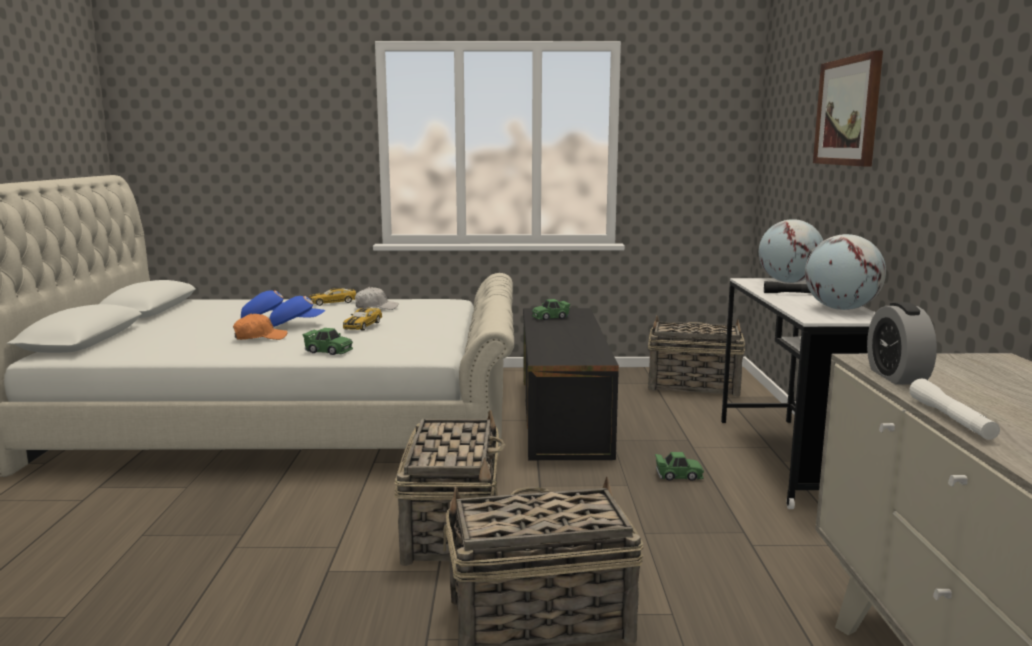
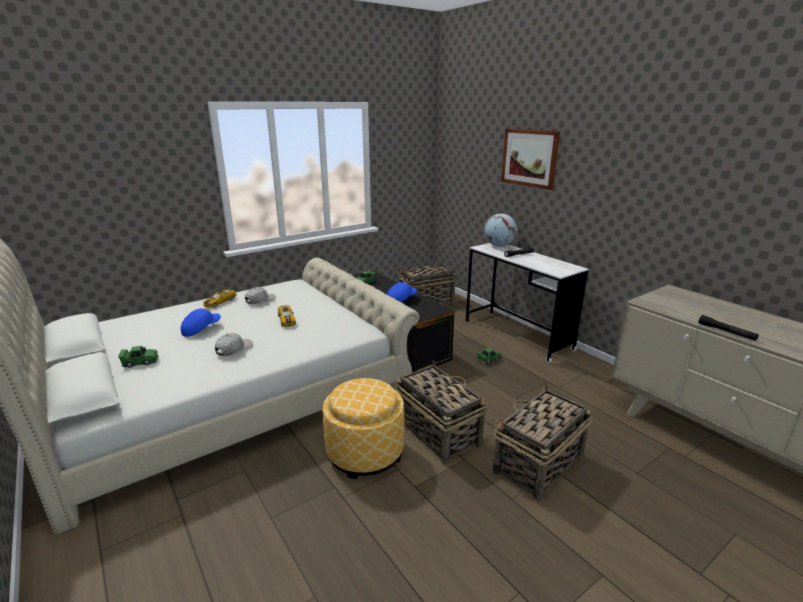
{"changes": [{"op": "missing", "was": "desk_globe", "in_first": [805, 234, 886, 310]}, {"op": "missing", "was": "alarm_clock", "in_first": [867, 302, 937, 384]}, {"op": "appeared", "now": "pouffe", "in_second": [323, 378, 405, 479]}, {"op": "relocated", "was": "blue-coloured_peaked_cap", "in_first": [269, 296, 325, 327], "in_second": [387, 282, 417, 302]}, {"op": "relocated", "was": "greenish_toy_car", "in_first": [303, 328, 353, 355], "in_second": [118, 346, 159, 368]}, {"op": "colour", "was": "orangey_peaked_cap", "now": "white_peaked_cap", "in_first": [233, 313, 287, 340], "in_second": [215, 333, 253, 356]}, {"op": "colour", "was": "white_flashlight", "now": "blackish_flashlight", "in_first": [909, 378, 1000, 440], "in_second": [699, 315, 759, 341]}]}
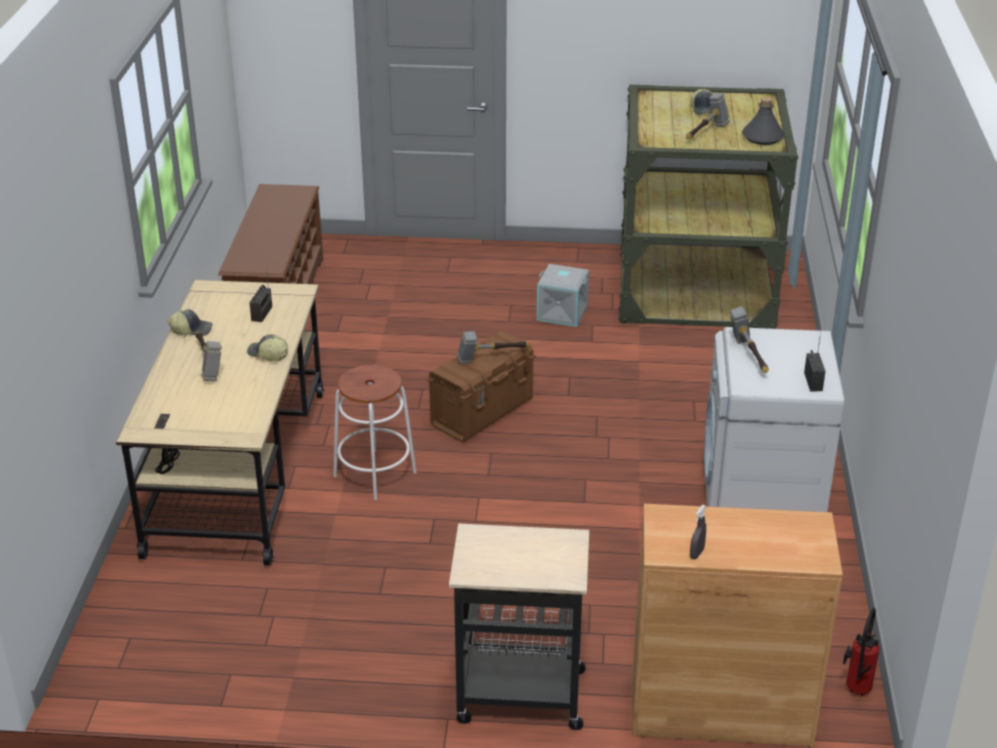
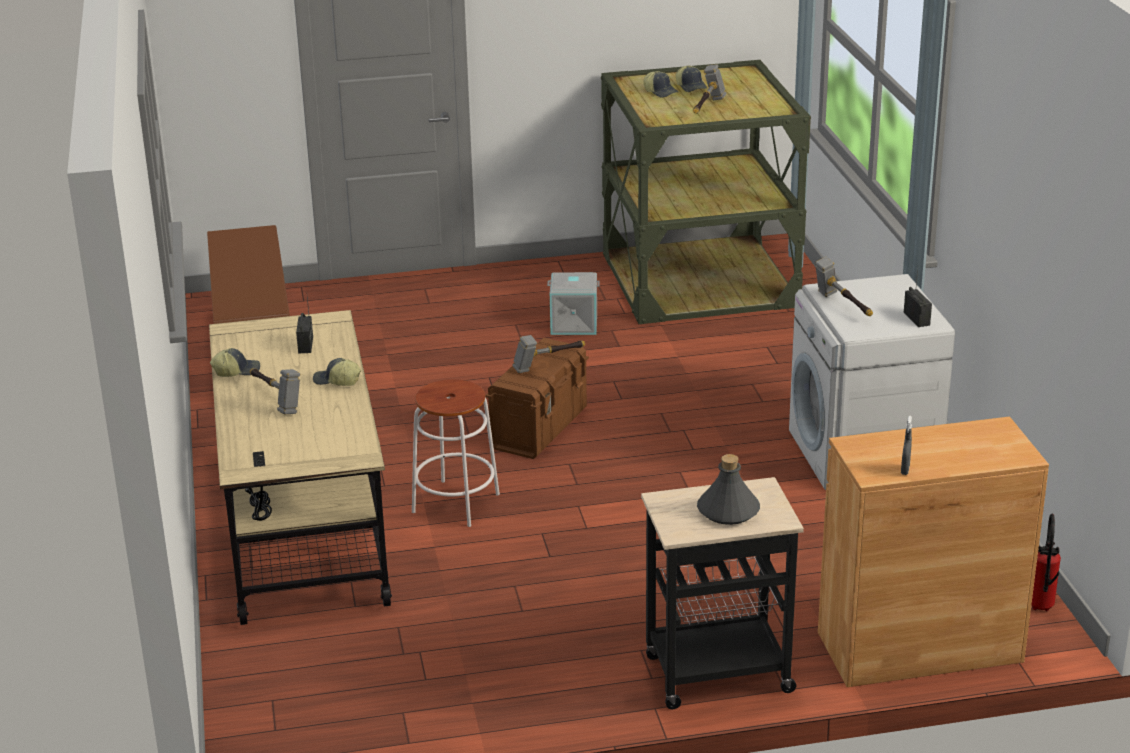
{"changes": [{"op": "appeared", "now": "peaked_cap", "in_second": [643, 71, 678, 98]}, {"op": "relocated", "was": "grey_beverage_bottle", "in_first": [742, 97, 785, 145], "in_second": [697, 454, 760, 525]}]}
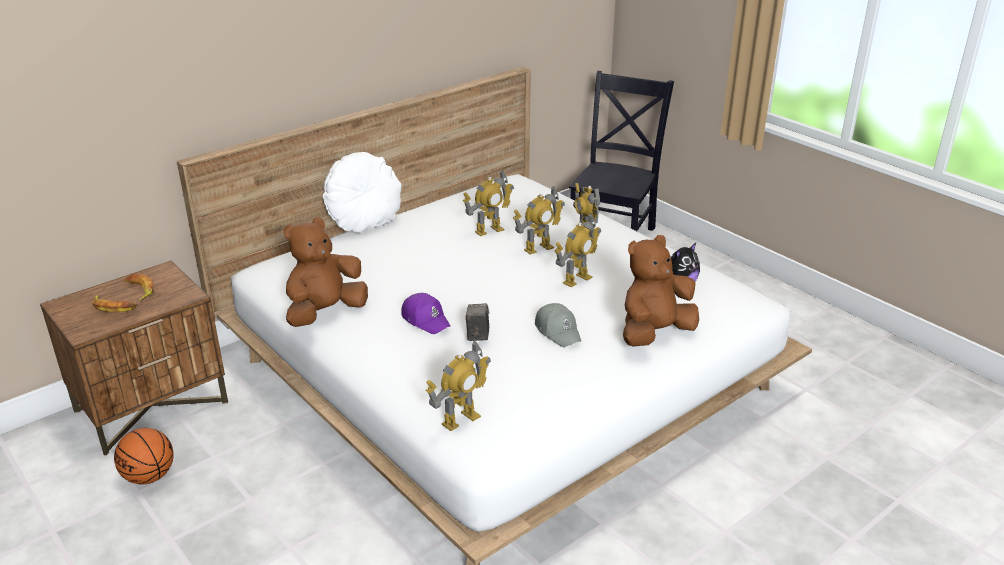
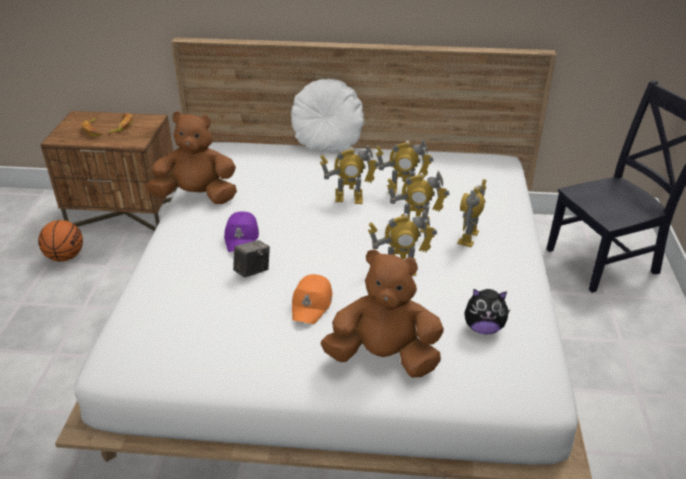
{"changes": [{"op": "relocated", "was": "model_robot", "in_first": [425, 341, 491, 431], "in_second": [320, 145, 379, 204]}, {"op": "colour", "was": "grey_peaked_cap", "now": "orangey_peaked_cap", "in_first": [535, 303, 581, 347], "in_second": [292, 274, 332, 324]}]}
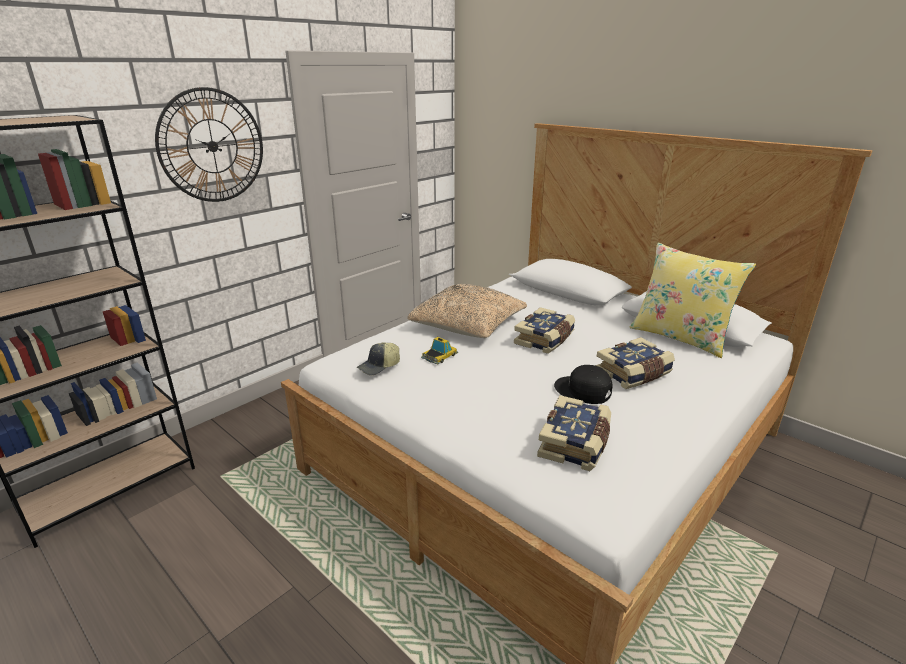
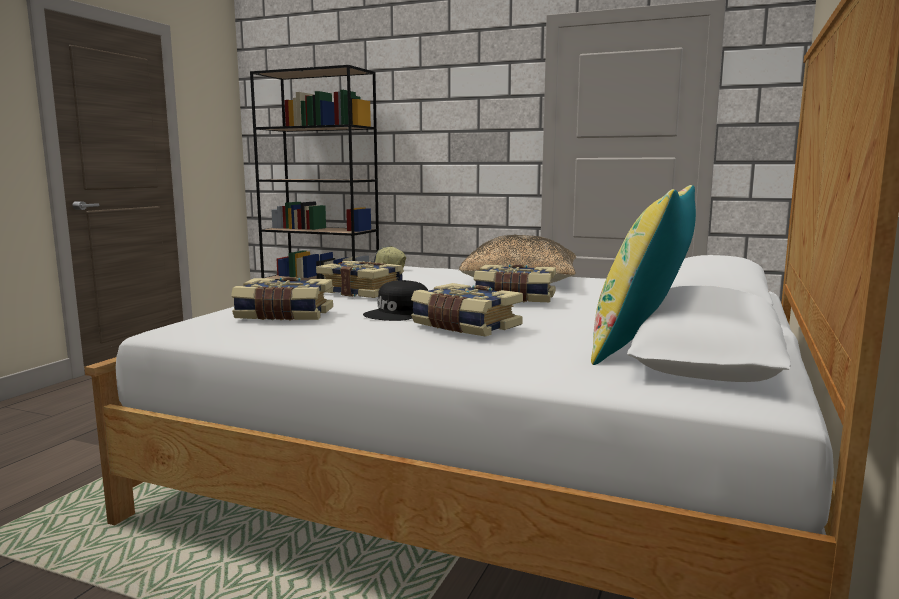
{"changes": [{"op": "missing", "was": "wall_clock", "in_first": [155, 87, 263, 202]}, {"op": "missing", "was": "toy_car", "in_first": [421, 337, 458, 365]}, {"op": "appeared", "now": "volume", "in_second": [316, 261, 404, 298]}, {"op": "spun", "was": "blackish_peaked_cap", "in_first": [554, 365, 613, 404], "in_second": [363, 280, 429, 321], "clockwise": -150}]}
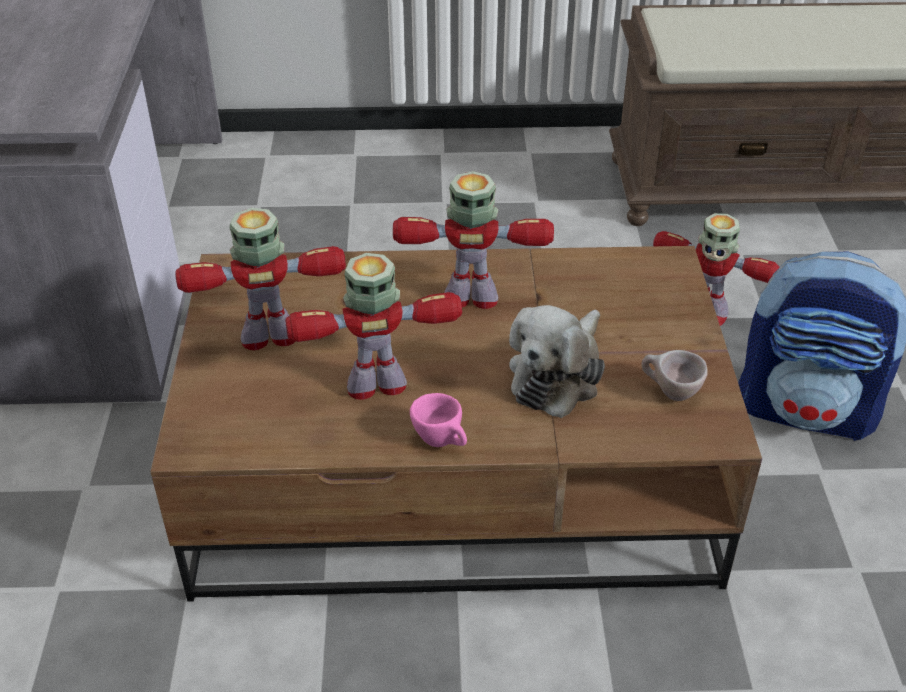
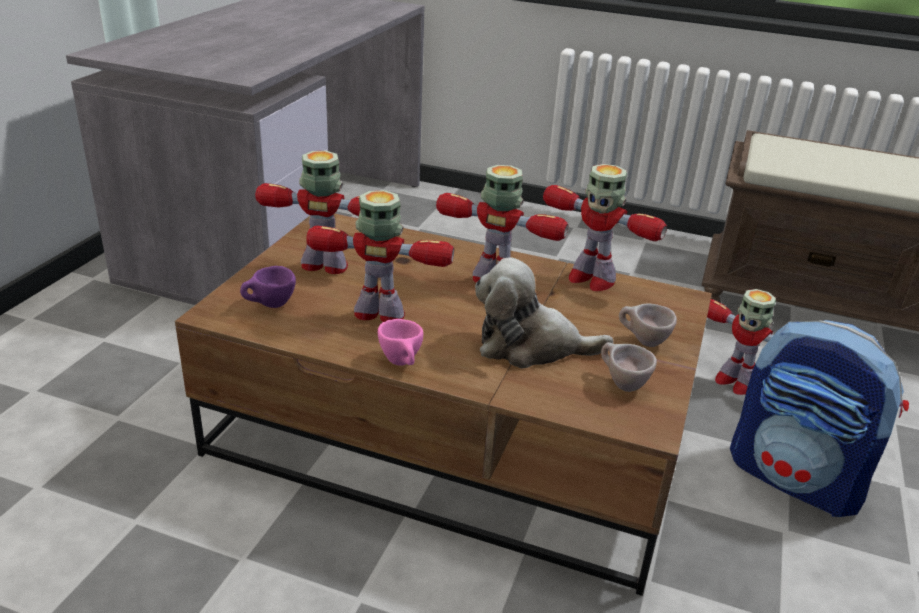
{"changes": [{"op": "appeared", "now": "purplish_small_cup", "in_second": [240, 266, 296, 308]}, {"op": "appeared", "now": "model_robot", "in_second": [543, 164, 667, 291]}, {"op": "appeared", "now": "sand-coloured_small_cup", "in_second": [619, 303, 677, 347]}, {"op": "spun", "was": "cuddly_toy", "in_first": [509, 305, 605, 418], "in_second": [475, 257, 613, 368], "clockwise": 45}]}
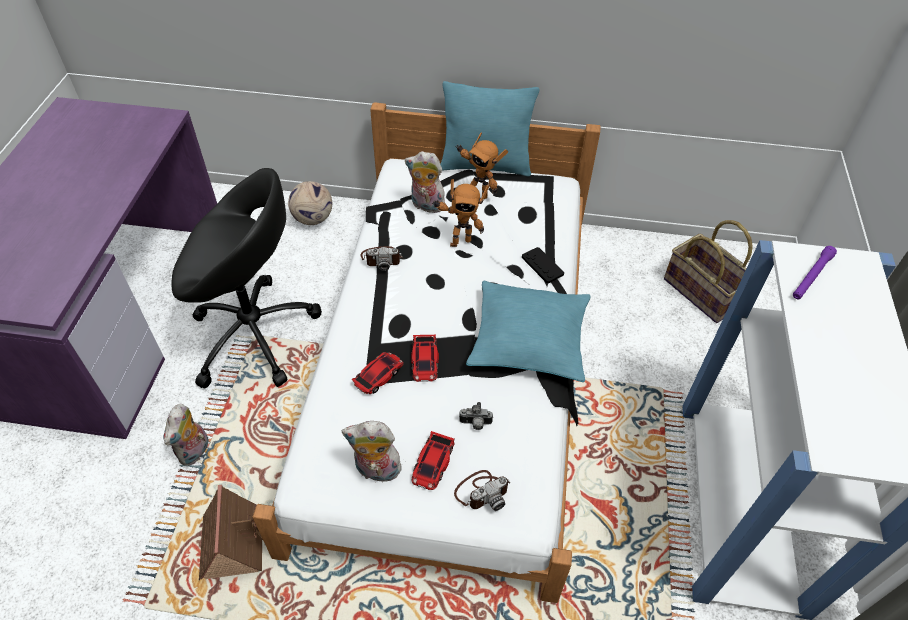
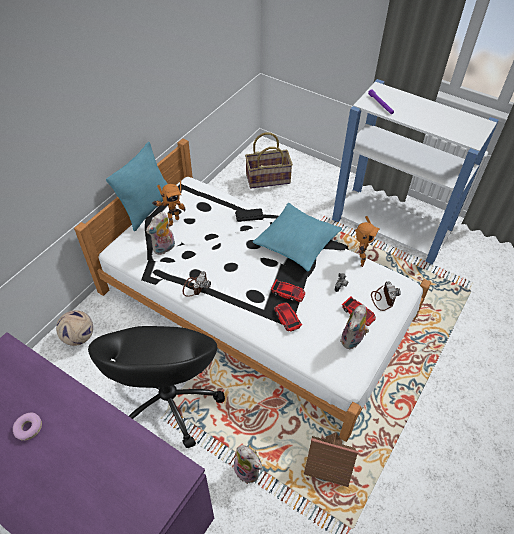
{"changes": [{"op": "appeared", "now": "donut", "in_second": [13, 412, 42, 441]}, {"op": "relocated", "was": "model_robot", "in_first": [432, 179, 489, 247], "in_second": [355, 216, 379, 267]}, {"op": "spun", "was": "blackish_computer_chair", "in_first": [171, 168, 322, 388], "in_second": [88, 326, 225, 448], "clockwise": 150}]}
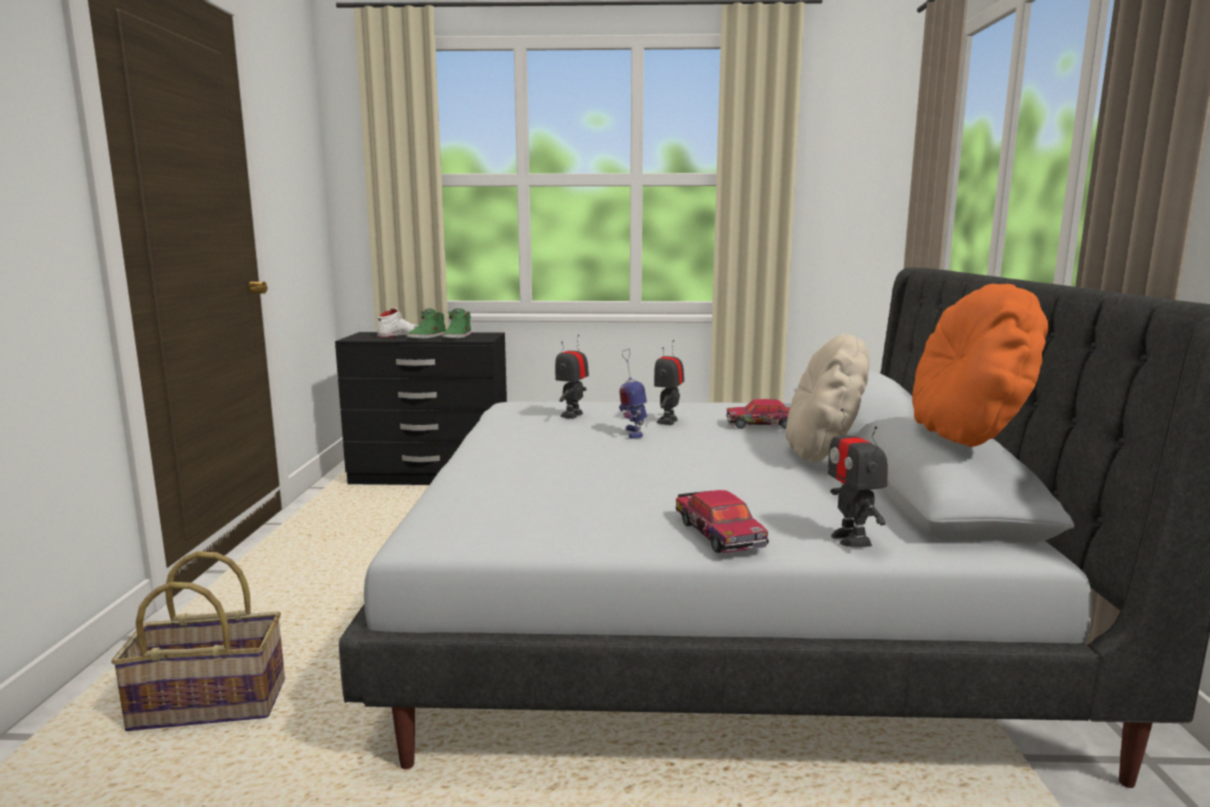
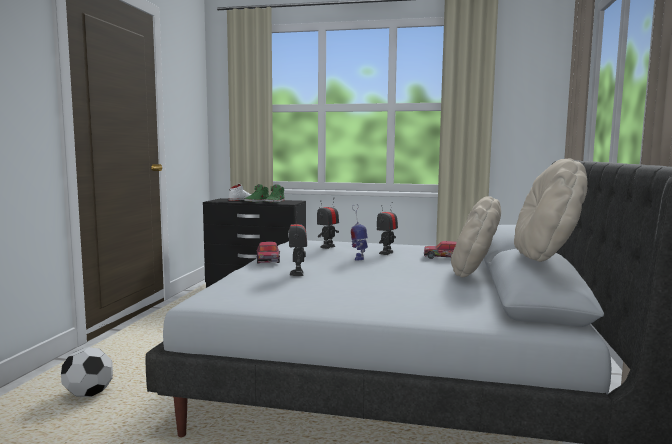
{"changes": [{"op": "relocated", "was": "toy_car", "in_first": [676, 490, 769, 553], "in_second": [257, 242, 280, 263]}, {"op": "relocated", "was": "model_robot", "in_first": [828, 409, 888, 547], "in_second": [288, 212, 307, 276]}, {"op": "exchanged", "was": "storage_basket", "now": "ball_for_football", "in_first": [111, 551, 285, 731], "in_second": [61, 347, 113, 397]}, {"op": "colour", "was": "orangey_cushion", "now": "sand-coloured_cushion", "in_first": [912, 284, 1048, 447], "in_second": [514, 158, 587, 262]}]}
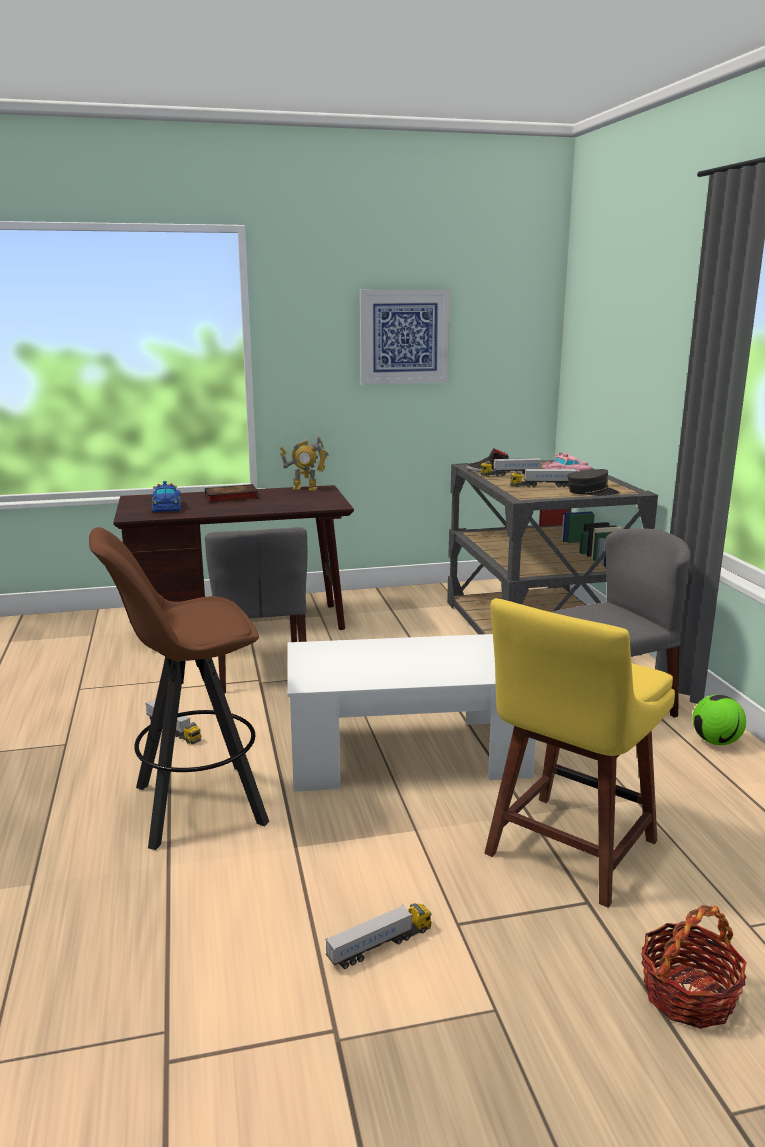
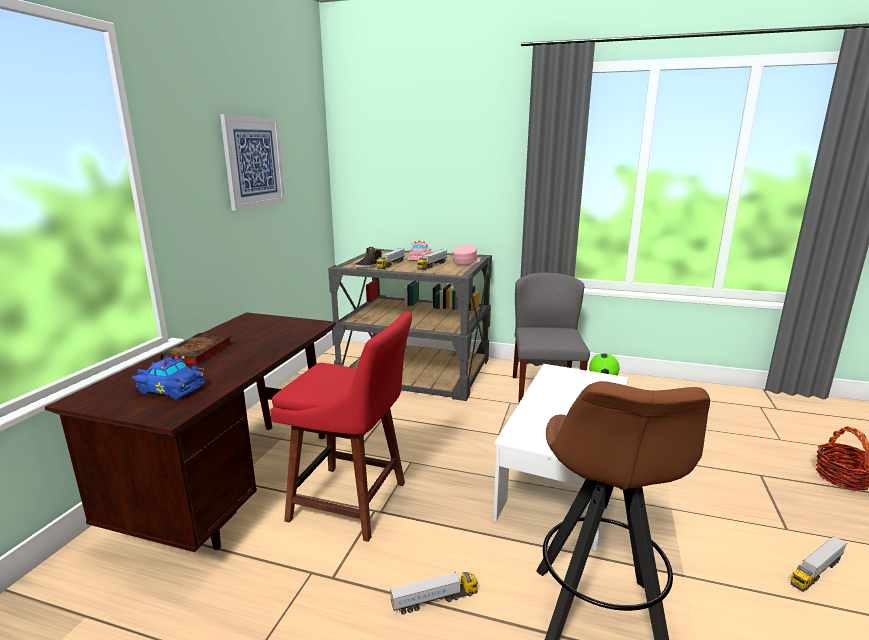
{"changes": [{"op": "missing", "was": "model_robot", "in_first": [280, 436, 329, 491]}, {"op": "missing", "was": "yellow_sitting_stool", "in_first": [484, 598, 675, 908]}, {"op": "exchanged", "was": "grey_plain_chair", "now": "red_sitting_stool", "in_first": [205, 527, 308, 694], "in_second": [270, 311, 412, 542]}, {"op": "colour", "was": "grey_peaked_cap", "now": "pinkish_peaked_cap", "in_first": [567, 469, 620, 496], "in_second": [452, 245, 480, 265]}, {"op": "spun", "was": "toy_lorry", "in_first": [325, 904, 432, 969], "in_second": [790, 535, 847, 592], "clockwise": -120}]}
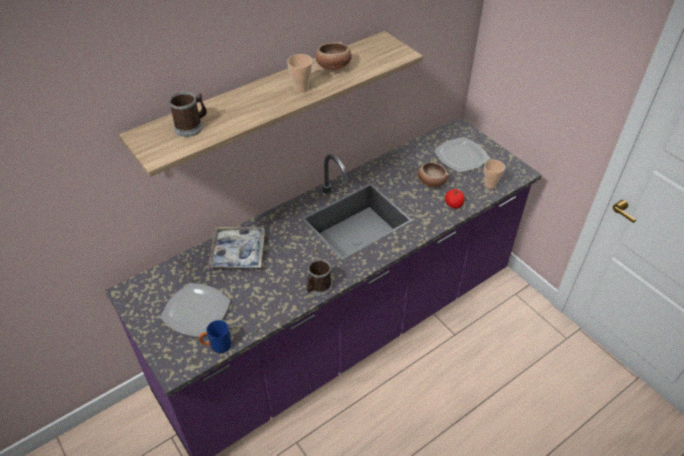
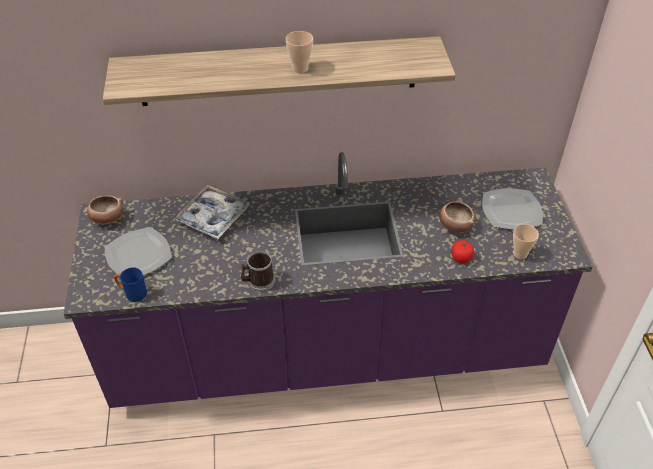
{"changes": [{"op": "missing", "was": "tea_mug", "in_first": [169, 92, 207, 137]}, {"op": "relocated", "was": "bowl", "in_first": [316, 42, 352, 70], "in_second": [87, 195, 124, 224]}]}
